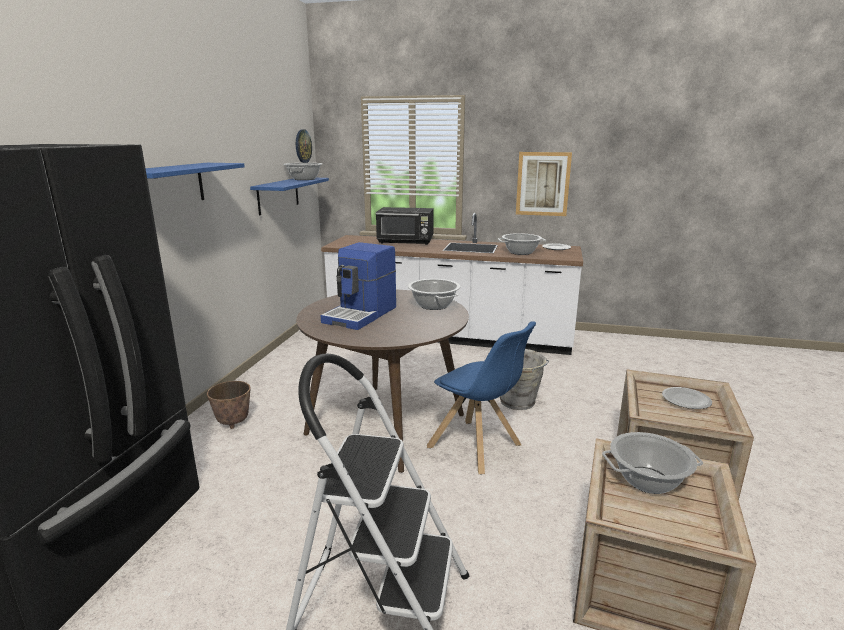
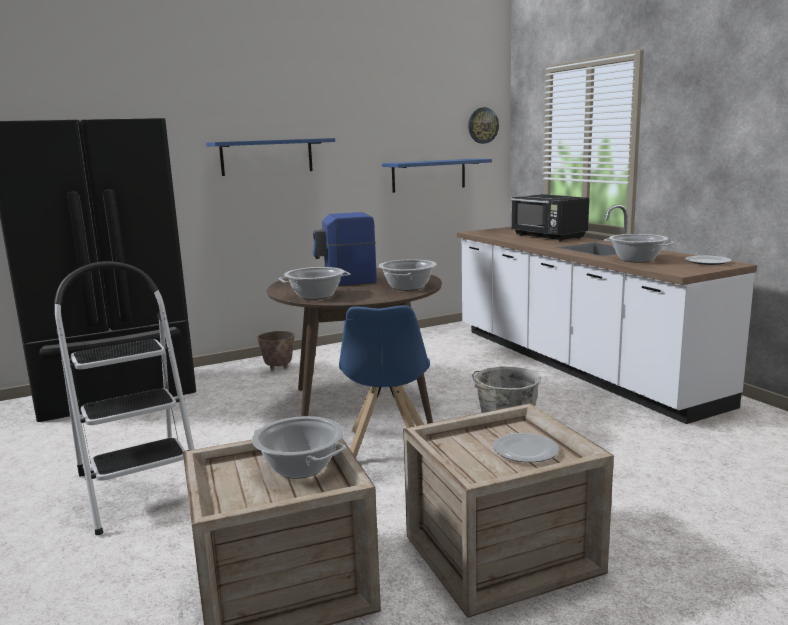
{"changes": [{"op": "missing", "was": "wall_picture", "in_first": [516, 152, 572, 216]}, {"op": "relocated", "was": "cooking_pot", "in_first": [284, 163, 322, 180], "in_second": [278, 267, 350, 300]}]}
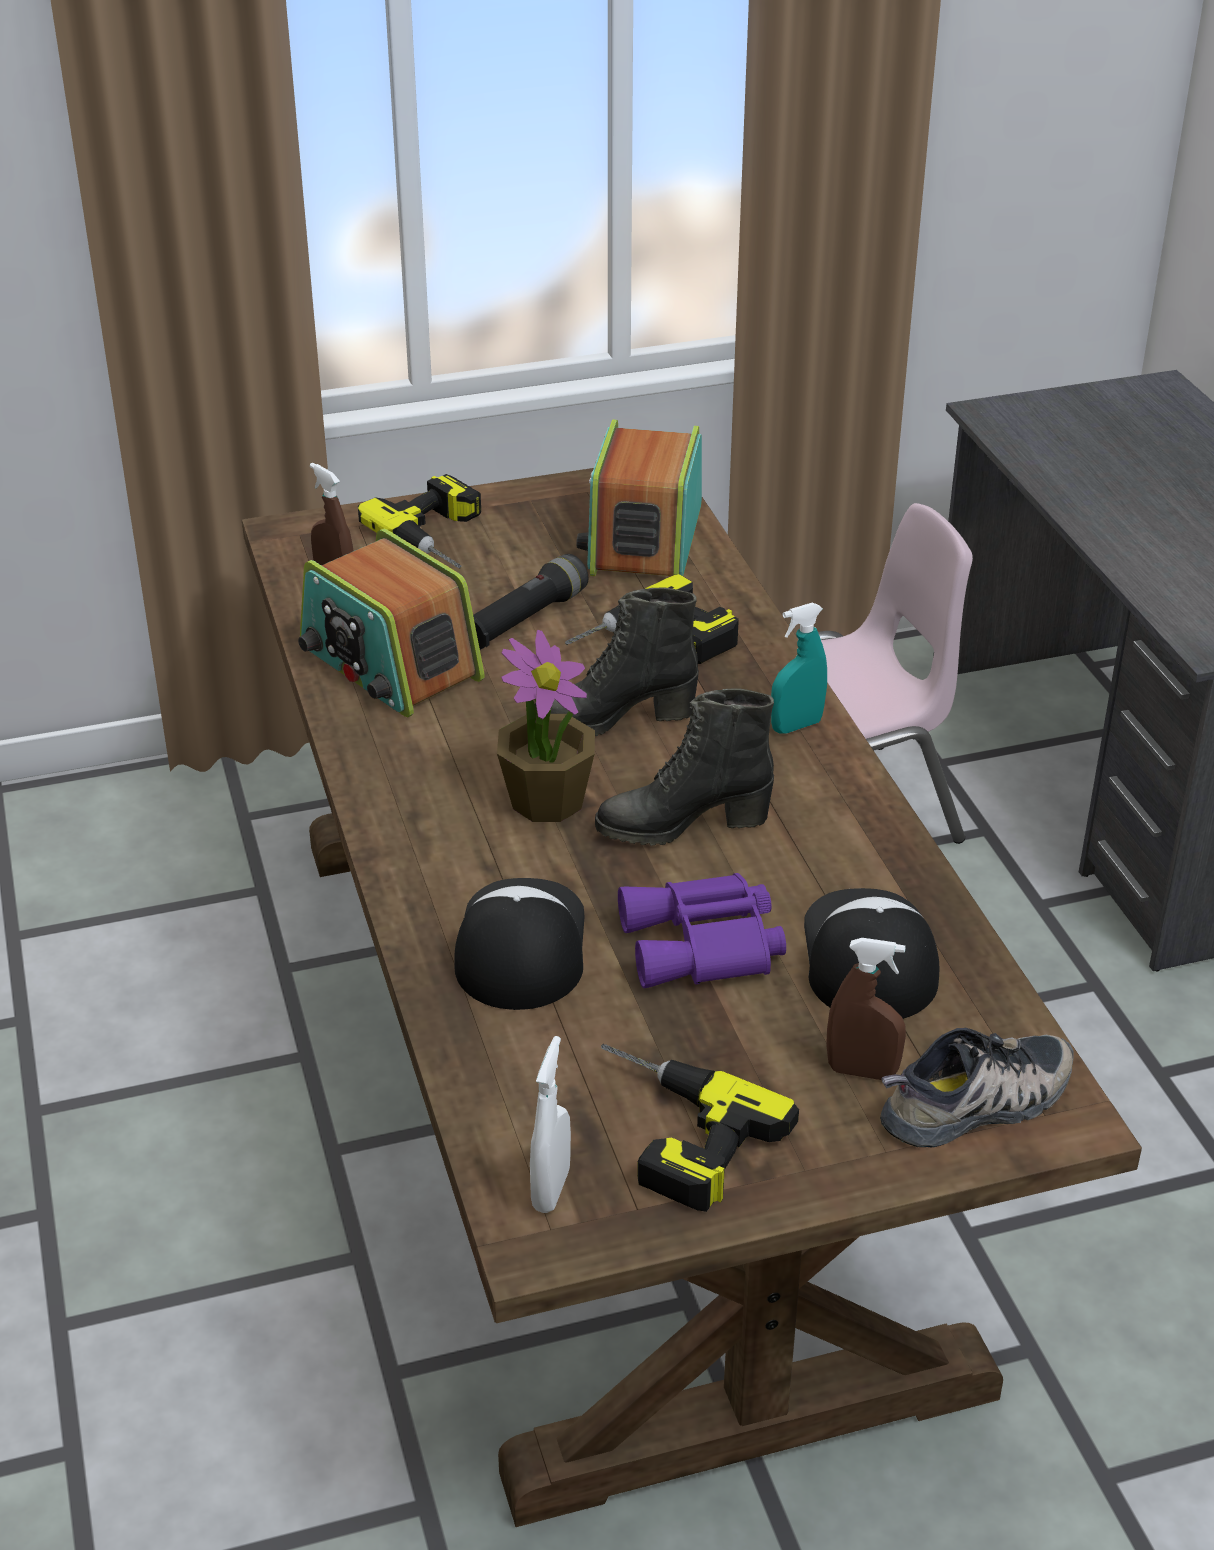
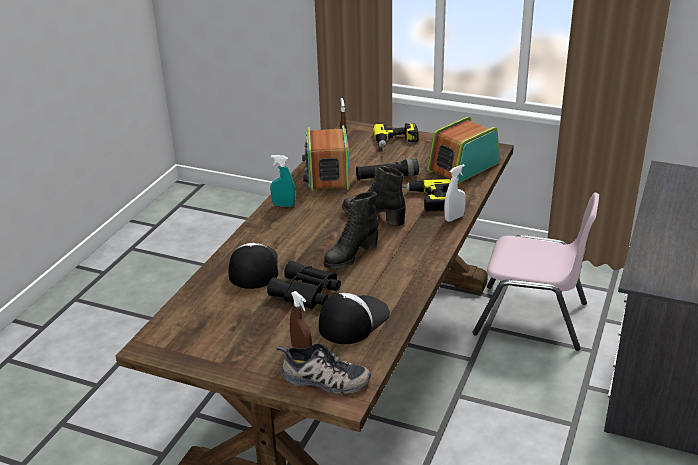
{"changes": [{"op": "missing", "was": "houseplant", "in_first": [497, 630, 595, 822]}, {"op": "missing", "was": "drill", "in_first": [601, 1044, 799, 1212]}, {"op": "relocated", "was": "white_spray_bottle", "in_first": [530, 1036, 571, 1213], "in_second": [444, 164, 466, 222]}, {"op": "relocated", "was": "blue-green_spray_bottle", "in_first": [771, 603, 827, 734], "in_second": [270, 155, 295, 207]}, {"op": "colour", "was": "purplish_pair_of_binoculars", "now": "blackish_pair_of_binoculars", "in_first": [618, 873, 786, 988], "in_second": [267, 260, 341, 309]}, {"op": "spun", "was": "peaked_cap", "in_first": [454, 878, 585, 1010], "in_second": [228, 243, 278, 289], "clockwise": -45}, {"op": "spun", "was": "blackish_high-top_boot", "in_first": [595, 689, 774, 846], "in_second": [324, 192, 379, 269], "clockwise": -75}]}
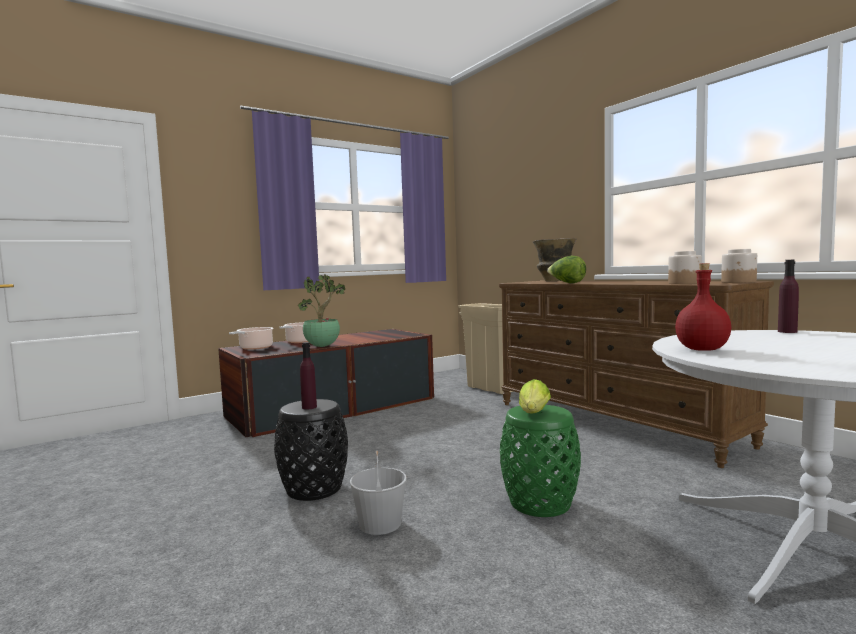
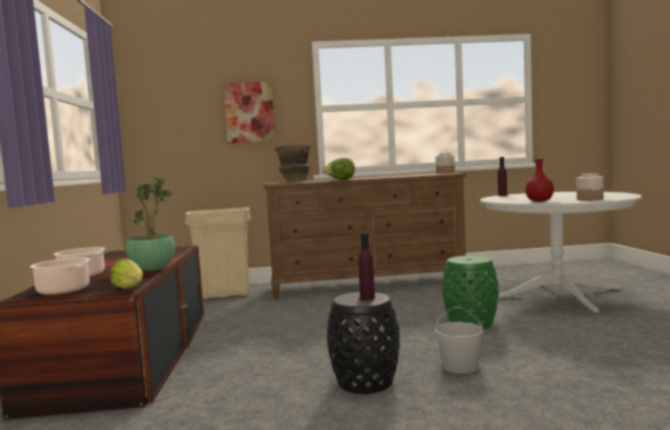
{"changes": [{"op": "appeared", "now": "wall_picture", "in_second": [223, 81, 275, 144]}, {"op": "relocated", "was": "head_of_lettuce", "in_first": [519, 379, 551, 414], "in_second": [110, 259, 143, 289]}, {"op": "relocated", "was": "preserve_jar", "in_first": [668, 251, 702, 284], "in_second": [577, 173, 603, 201]}]}
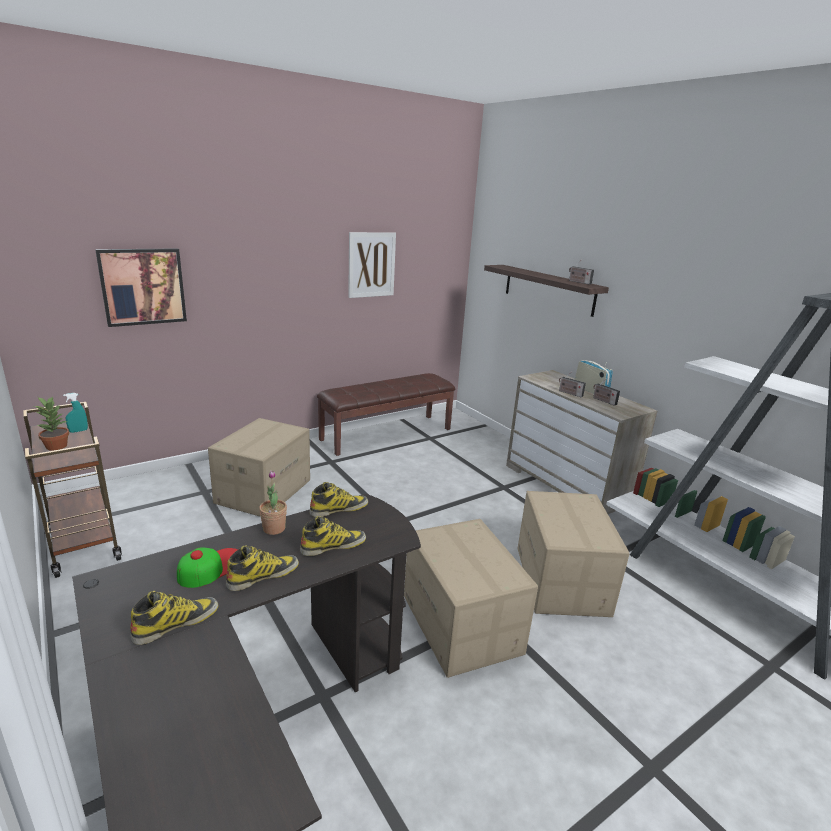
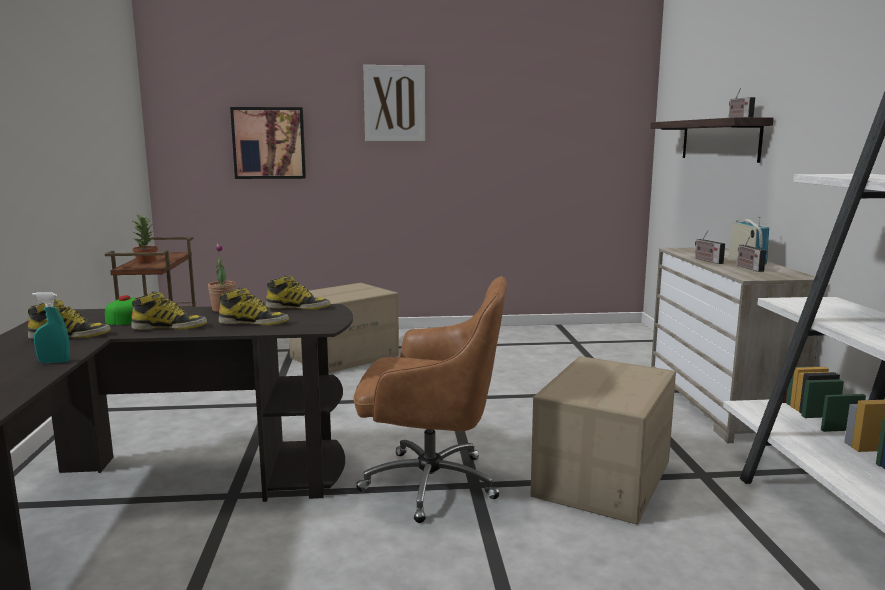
{"changes": [{"op": "missing", "was": "brown-coloured_bench", "in_first": [317, 373, 455, 456]}, {"op": "relocated", "was": "blue-green_spray_bottle", "in_first": [63, 393, 88, 433], "in_second": [32, 292, 70, 363]}, {"op": "relocated", "was": "wall_picture", "in_first": [348, 232, 396, 298], "in_second": [363, 65, 425, 141]}, {"op": "exchanged", "was": "packing_box", "now": "brown-coloured_computer_chair", "in_first": [404, 519, 538, 678], "in_second": [353, 276, 507, 523]}]}
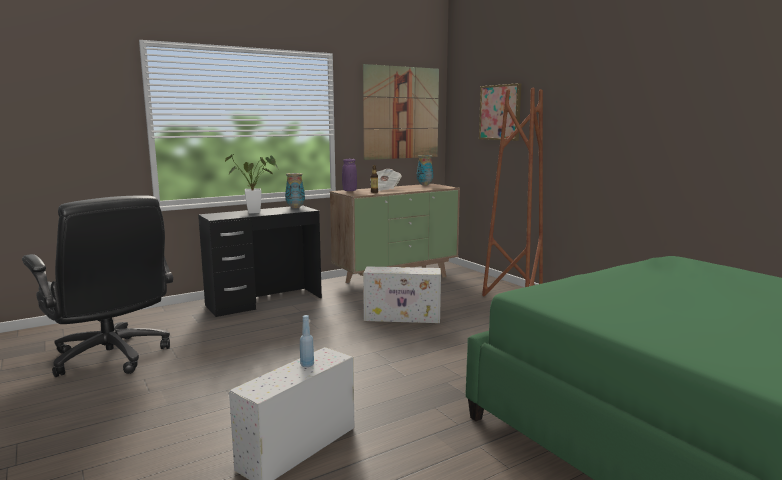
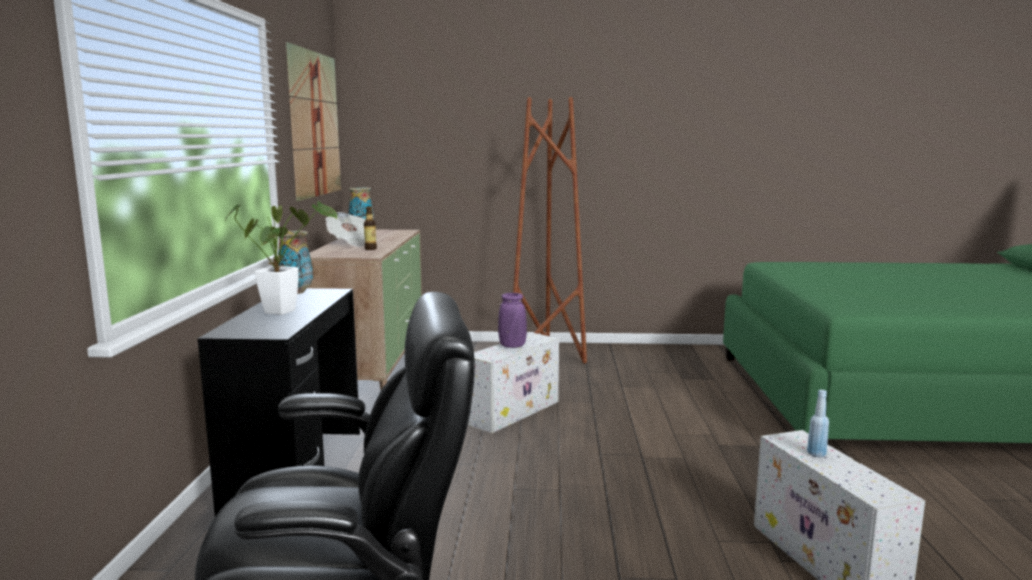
{"changes": [{"op": "missing", "was": "wall_picture", "in_first": [479, 83, 521, 141]}, {"op": "relocated", "was": "purplish_flower_vase", "in_first": [342, 159, 357, 191], "in_second": [498, 293, 527, 348]}]}
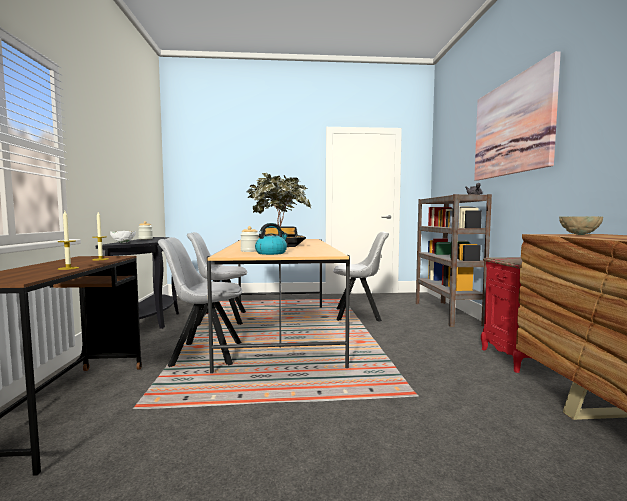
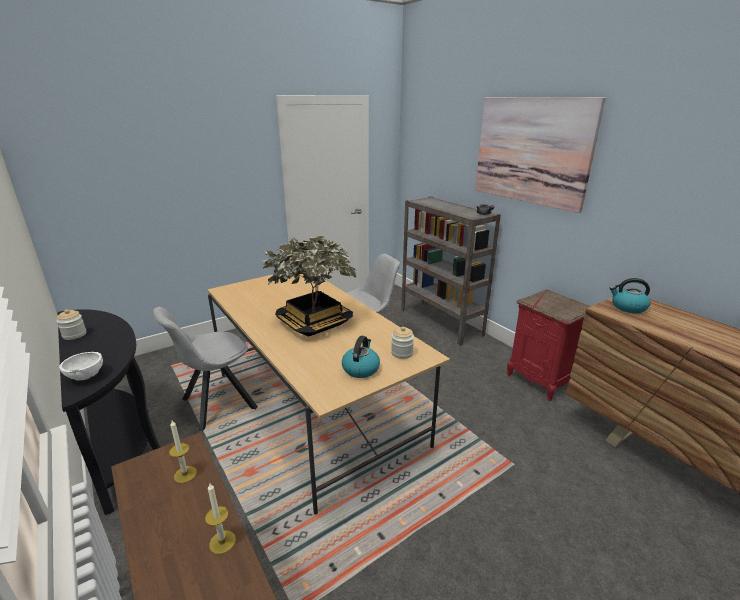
{"changes": [{"op": "missing", "was": "grey_plain_chair", "in_first": [158, 237, 242, 367]}, {"op": "relocated", "was": "preserve_jar", "in_first": [240, 226, 259, 252], "in_second": [391, 327, 414, 359]}, {"op": "exchanged", "was": "sand-coloured_bowl", "now": "kettle", "in_first": [559, 216, 603, 235], "in_second": [610, 278, 650, 313]}]}
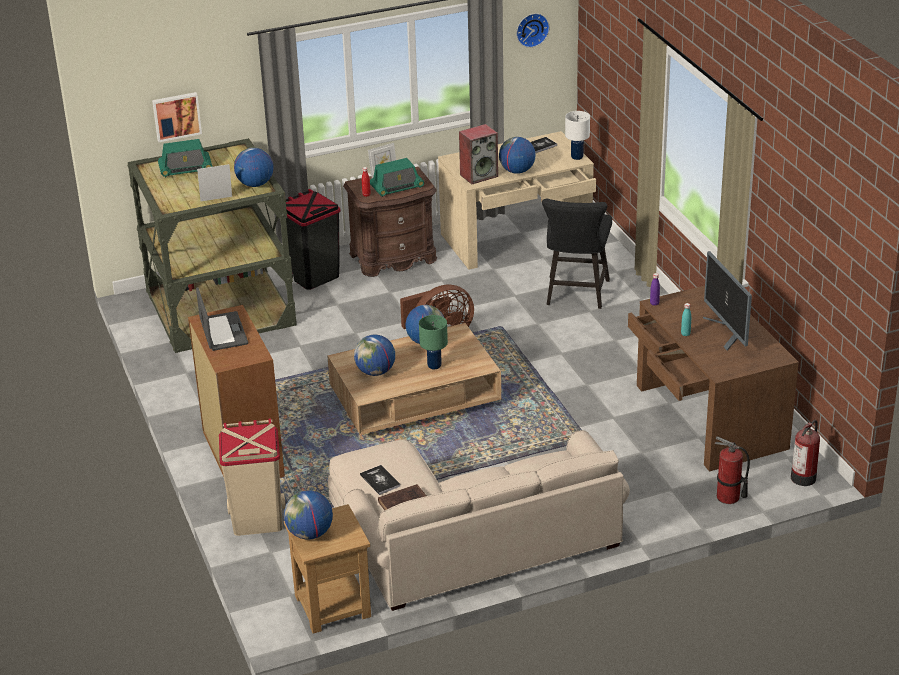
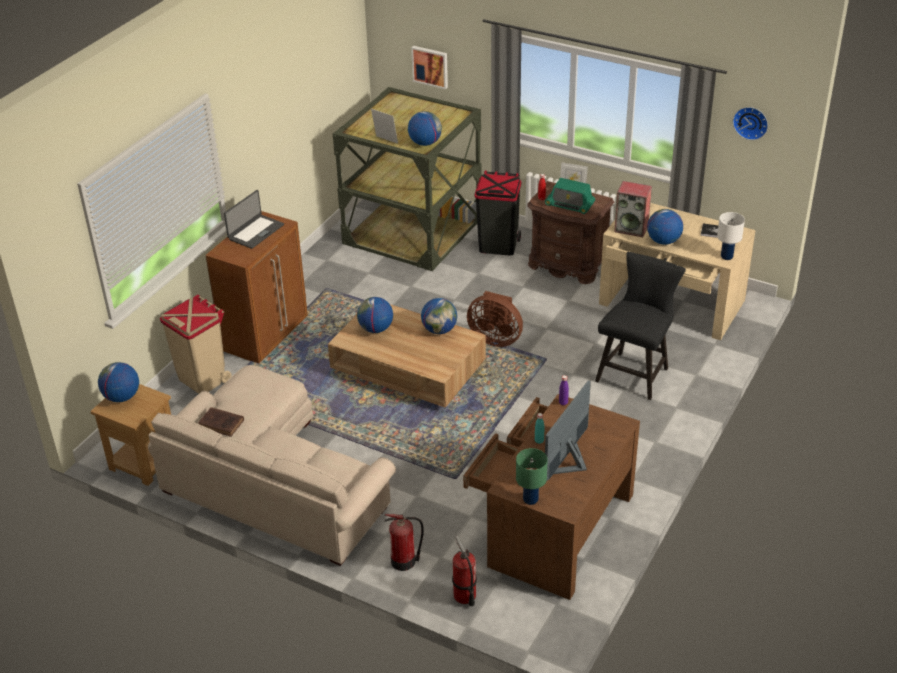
{"changes": [{"op": "missing", "was": "radio_receiver", "in_first": [158, 139, 212, 177]}, {"op": "missing", "was": "volume", "in_first": [360, 465, 400, 495]}, {"op": "relocated", "was": "greenish_lamp_for_a_table", "in_first": [419, 315, 448, 370], "in_second": [516, 448, 548, 505]}, {"op": "relocated", "was": "extinguisher", "in_first": [791, 420, 820, 486], "in_second": [385, 514, 424, 571]}, {"op": "spun", "was": "blackish_plain_chair", "in_first": [542, 199, 612, 309], "in_second": [595, 252, 686, 400], "clockwise": 150}]}
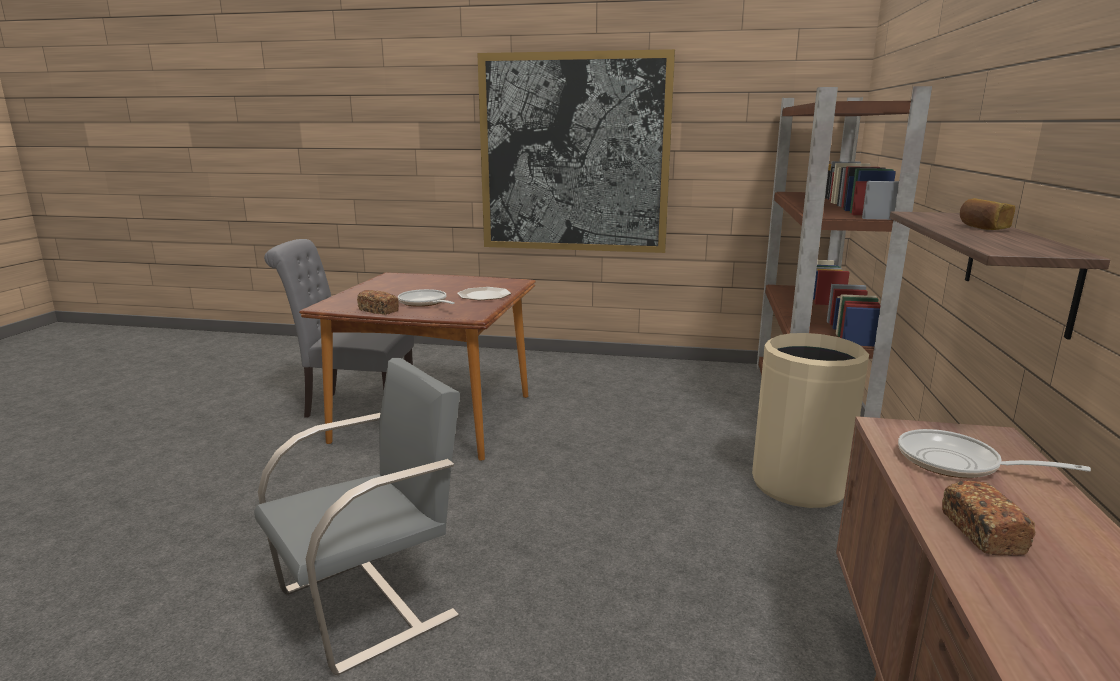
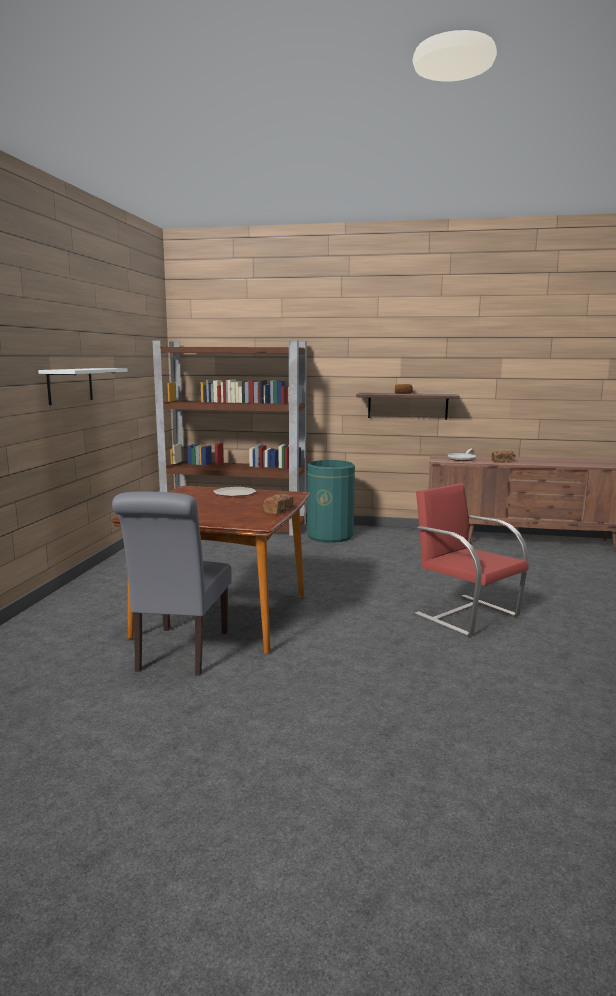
{"changes": [{"op": "missing", "was": "pan", "in_first": [398, 289, 455, 307]}, {"op": "exchanged", "was": "wall_picture", "now": "white_wall_shelf", "in_first": [477, 49, 675, 253], "in_second": [38, 368, 128, 405]}, {"op": "colour", "was": "grey_plain_chair", "now": "red_plain_chair", "in_first": [254, 358, 460, 675], "in_second": [414, 483, 529, 637]}, {"op": "colour", "was": "sand-coloured_rubbish_bin", "now": "greenish_rubbish_bin", "in_first": [752, 333, 869, 508], "in_second": [307, 460, 355, 543]}]}
